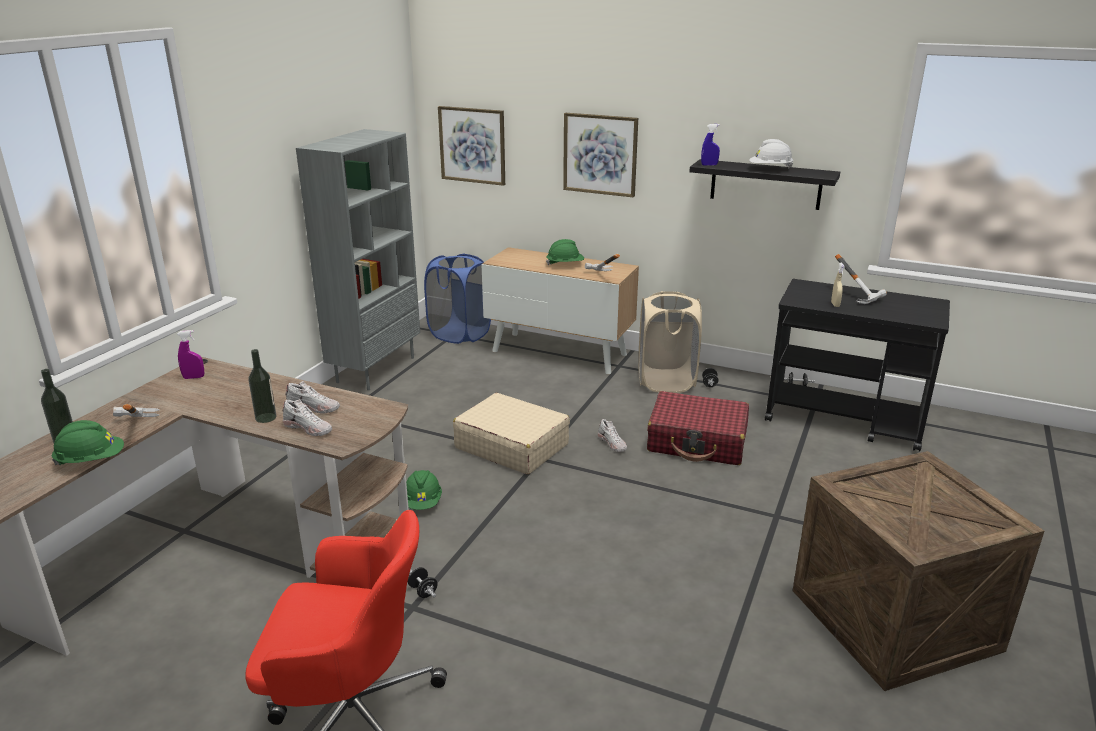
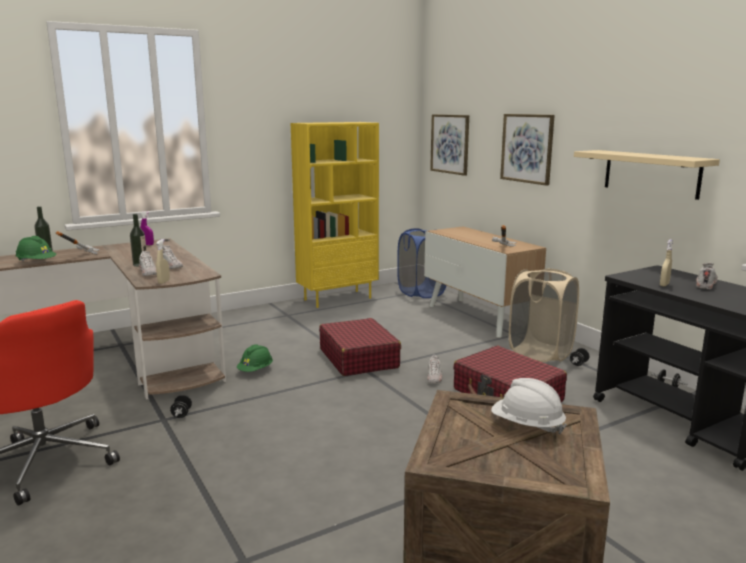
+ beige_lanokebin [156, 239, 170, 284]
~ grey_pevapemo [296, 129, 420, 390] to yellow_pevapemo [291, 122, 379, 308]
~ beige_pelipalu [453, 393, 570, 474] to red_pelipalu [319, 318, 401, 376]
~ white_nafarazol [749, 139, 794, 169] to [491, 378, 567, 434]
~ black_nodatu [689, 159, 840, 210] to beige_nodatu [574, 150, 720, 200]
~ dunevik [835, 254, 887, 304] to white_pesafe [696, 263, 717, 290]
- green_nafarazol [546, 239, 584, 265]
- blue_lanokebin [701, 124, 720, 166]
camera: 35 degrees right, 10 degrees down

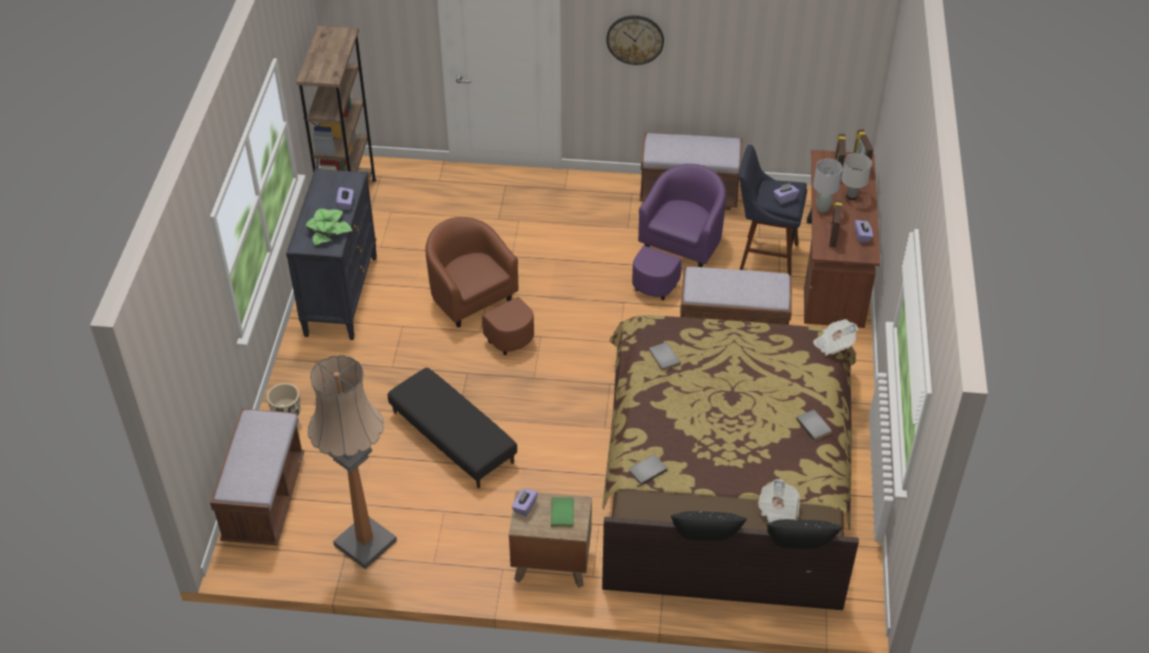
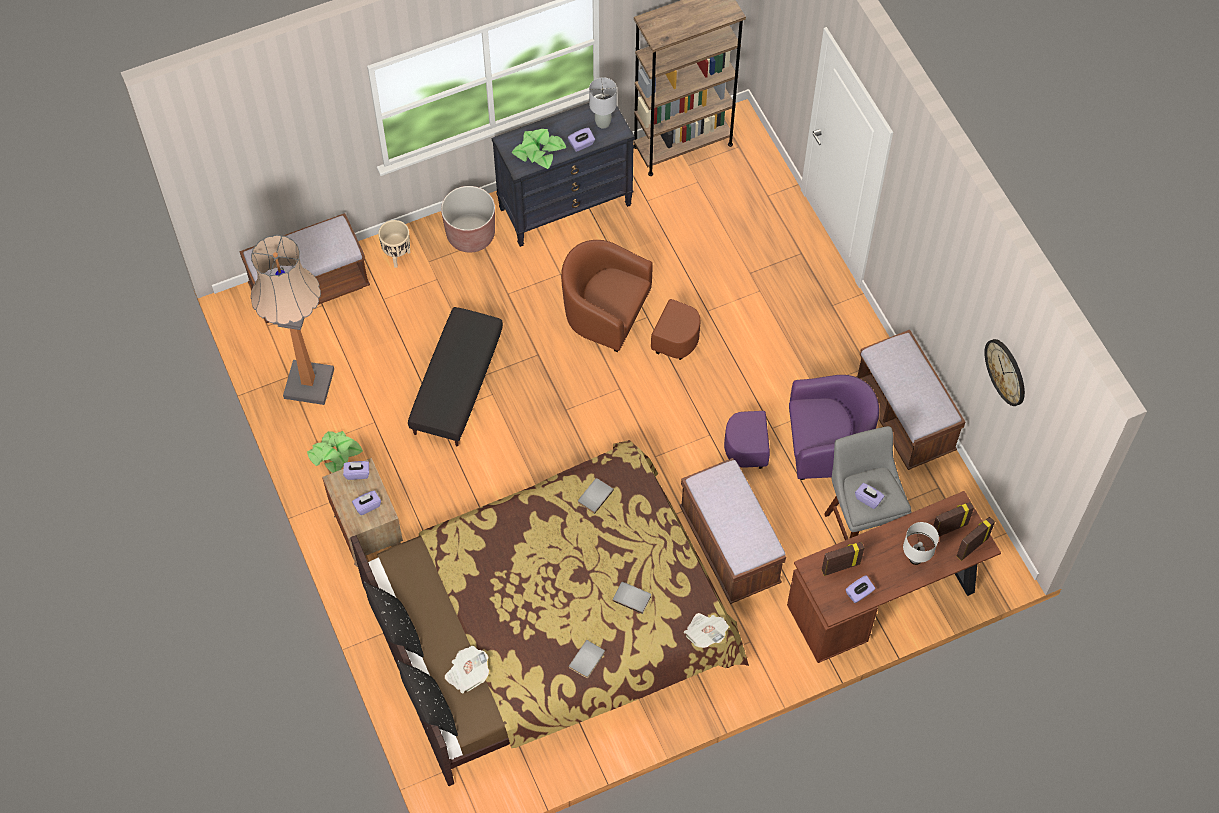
+ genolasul [307, 431, 363, 473]
~ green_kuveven [551, 497, 574, 527] to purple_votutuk [352, 490, 381, 515]
+ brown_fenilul [441, 186, 495, 253]
~ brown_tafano [425, 217, 534, 355] = [561, 240, 700, 360] 90 degrees counterclockwise
~ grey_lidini [813, 159, 843, 212] to [589, 77, 617, 129]
~ grey_kuveven [629, 455, 668, 485] to [612, 582, 651, 614]
~ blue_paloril [739, 145, 807, 276] to grey_paloril [824, 426, 912, 540]
~ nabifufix [606, 15, 664, 65] to [984, 339, 1025, 406]
camera: 60 degrees right, 15 degrees up

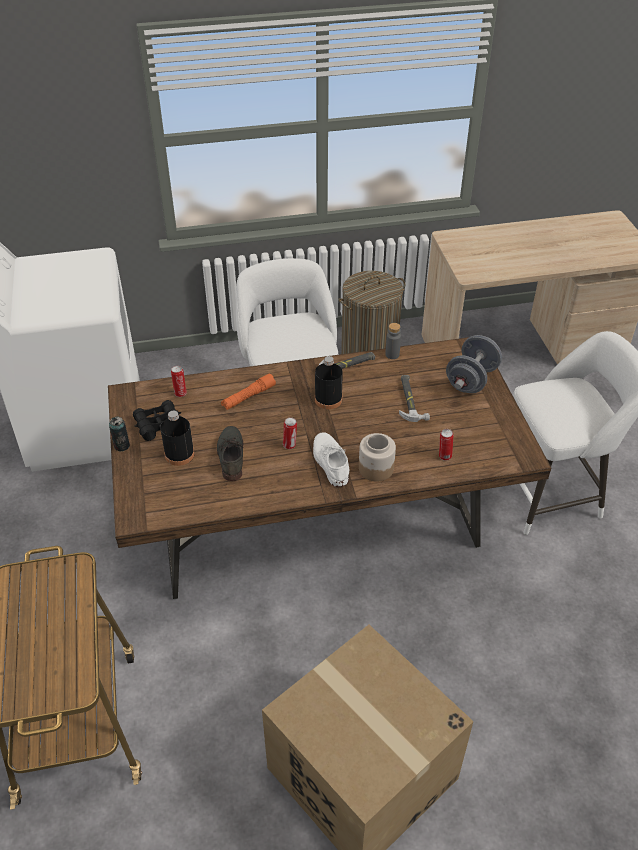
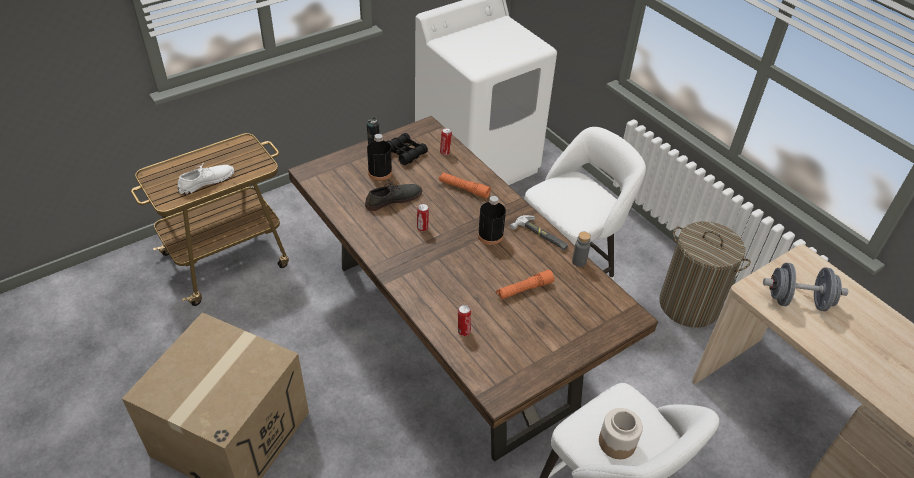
~ white_pesafe [313, 432, 349, 487] to [178, 164, 234, 195]
~ dunevik [399, 375, 430, 422] to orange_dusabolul [496, 270, 554, 299]
~ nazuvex [359, 433, 396, 482] to [599, 408, 643, 459]
~ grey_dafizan [446, 335, 502, 393] to [763, 263, 848, 311]
camera: 65 degrees right, 0 degrees up

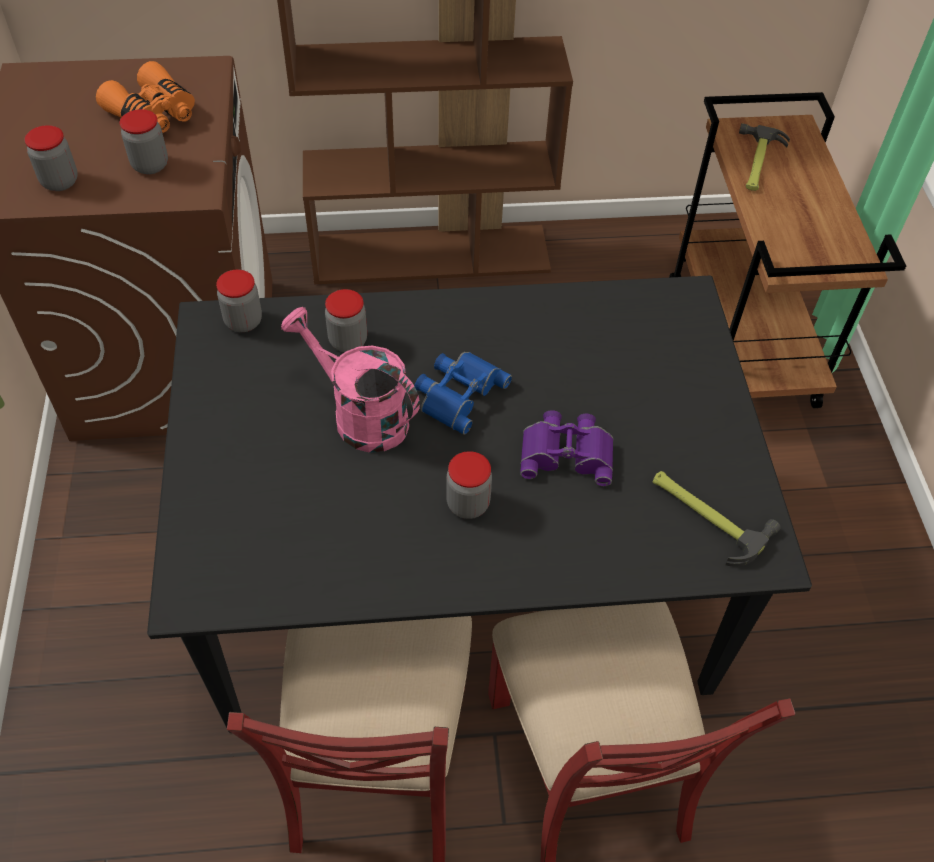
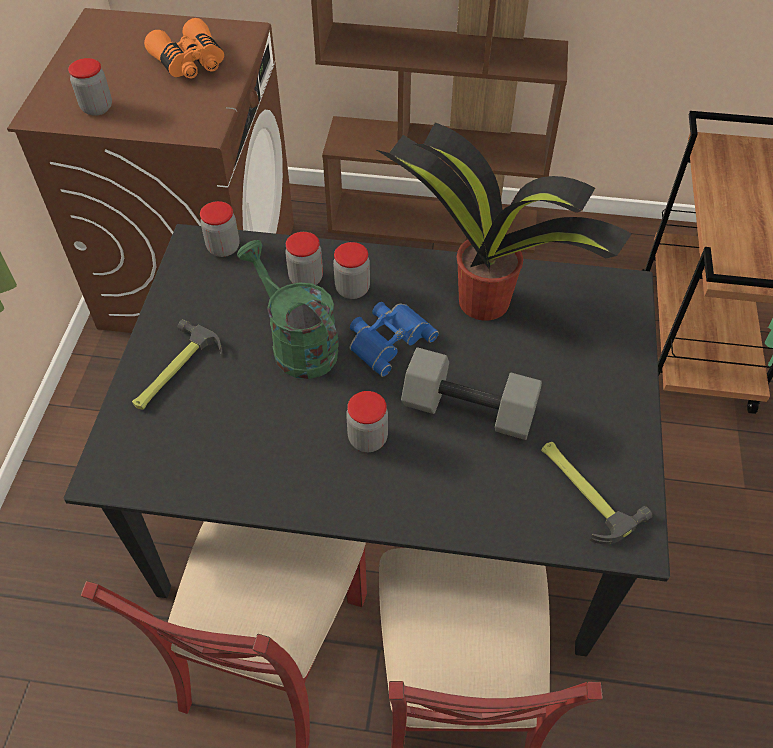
~ dunevik [739, 123, 790, 191] to [132, 319, 222, 410]
~ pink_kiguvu [281, 307, 420, 453] to green_kiguvu [237, 240, 339, 379]
~ nazuvex [120, 109, 168, 174] to [333, 242, 370, 299]
+ genolasul [377, 122, 632, 321]
~ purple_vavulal [520, 410, 613, 486] to grey_dafizan [401, 347, 542, 440]
camera: 15 degrees right, 0 degrees up

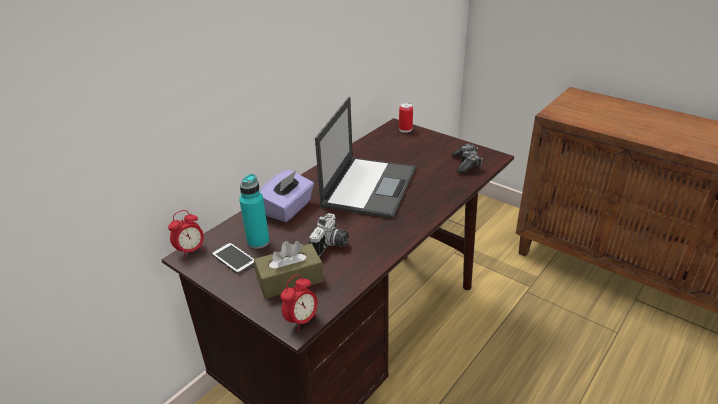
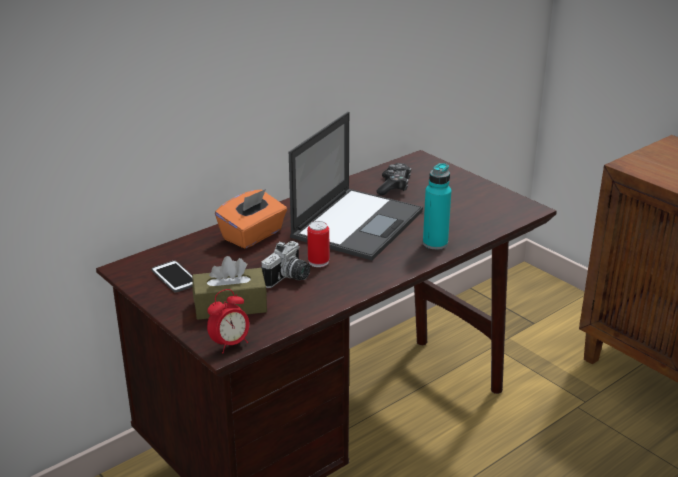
~ purple_votutuk [260, 170, 314, 222] to orange_votutuk [215, 189, 287, 249]
~ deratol [399, 103, 413, 133] to [307, 221, 329, 267]
~ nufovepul [452, 144, 482, 174] to [377, 163, 411, 196]
~ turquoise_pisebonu [239, 174, 270, 249] to [423, 163, 452, 250]
- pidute [168, 210, 205, 257]
camera: 10 degrees right, 5 degrees down

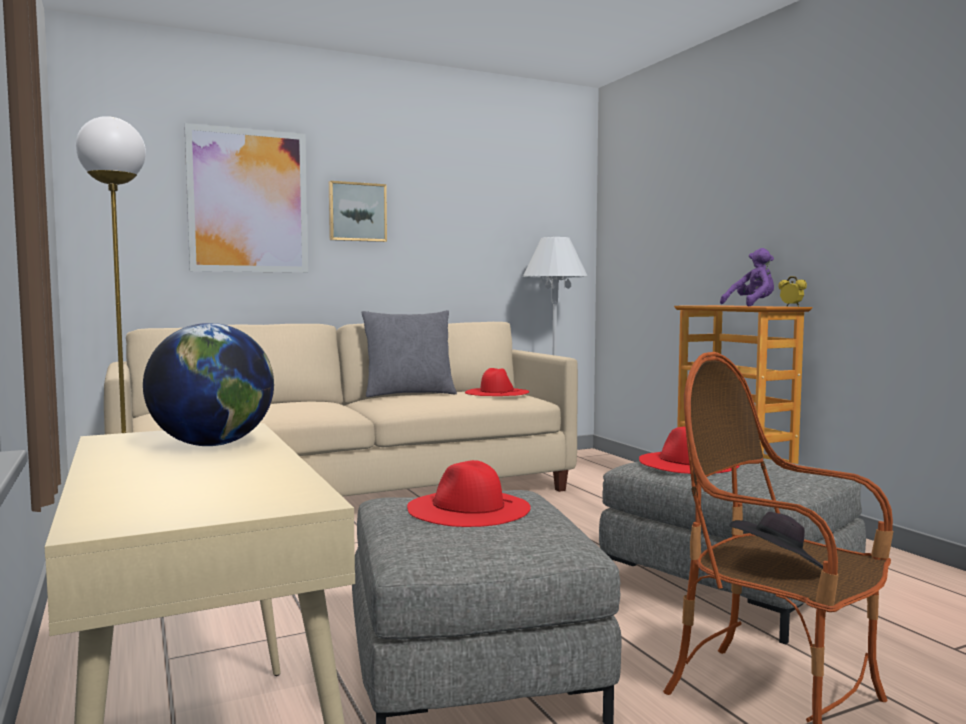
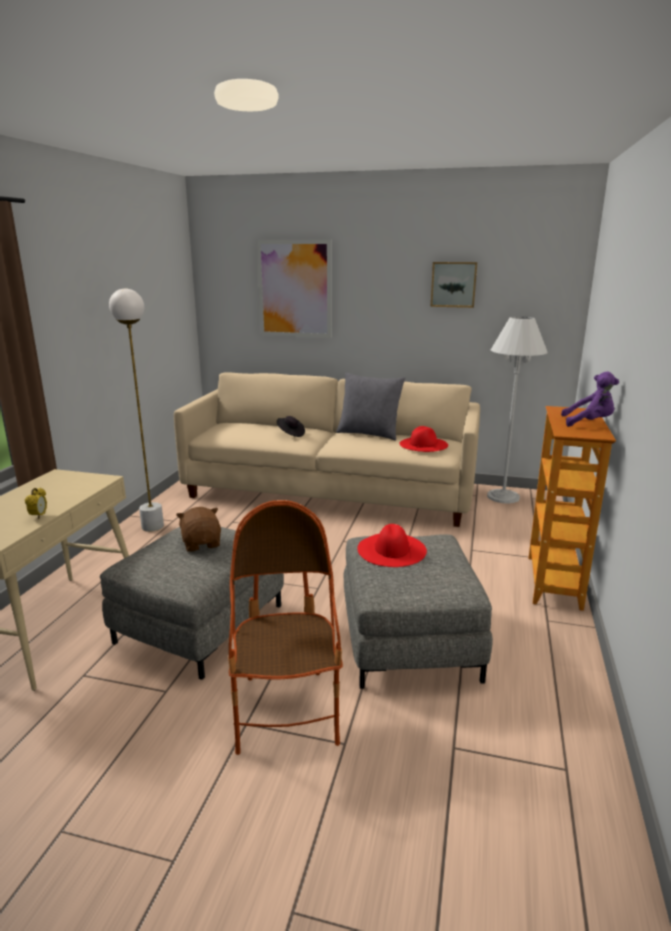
~ pidute [778, 276, 807, 307] to [25, 488, 47, 519]
~ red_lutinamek [407, 460, 531, 527] to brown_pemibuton [176, 507, 221, 552]
~ black_lutinamek [729, 512, 823, 569] to [277, 416, 305, 437]
~ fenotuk [329, 181, 387, 242] to [430, 262, 477, 308]
- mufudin [143, 323, 274, 446]
camera: 40 degrees right, 15 degrees up

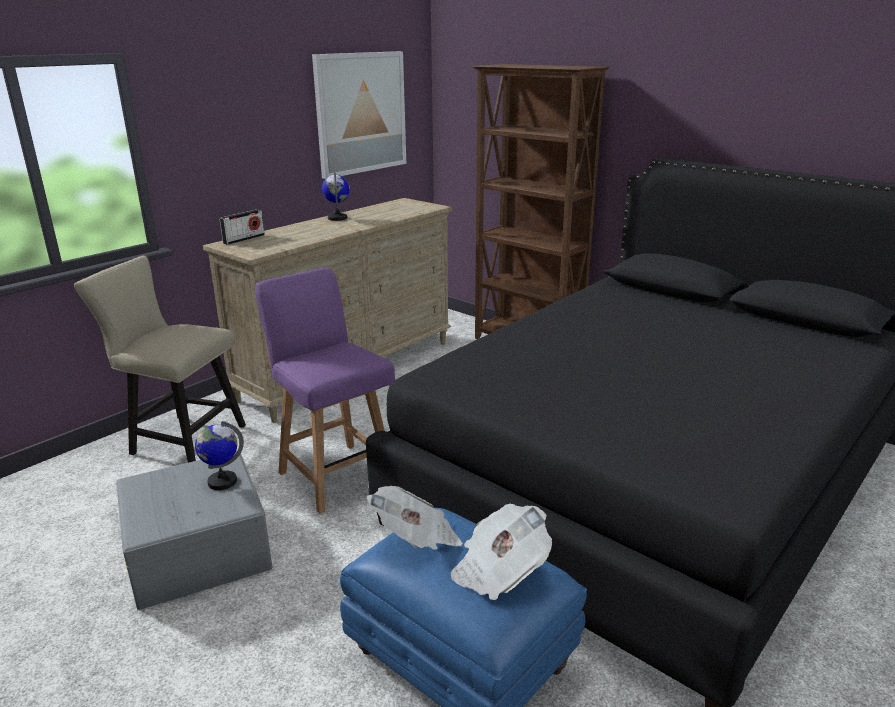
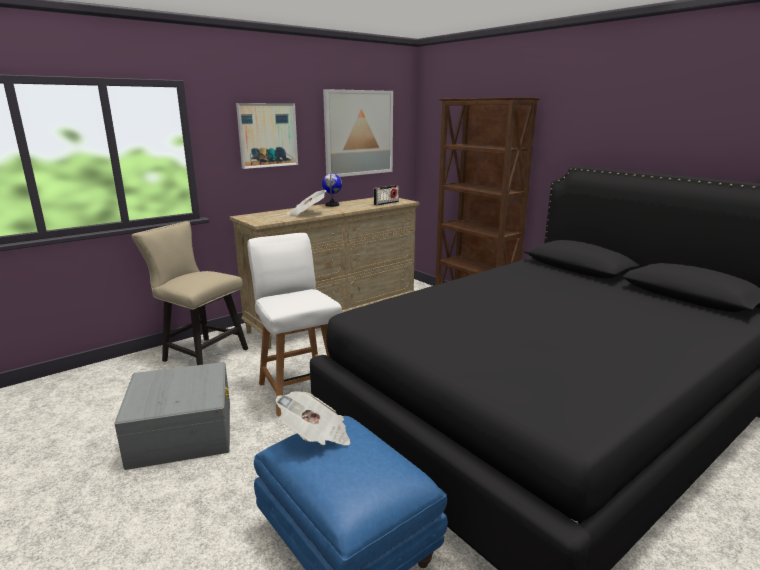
+ fenotuk [236, 103, 298, 169]
~ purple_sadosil [254, 268, 395, 514] to white_sadosil [247, 233, 342, 416]
~ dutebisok [451, 503, 552, 600] to [287, 190, 327, 215]
~ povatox [219, 209, 265, 245] to [374, 185, 399, 206]
- mufudin [195, 421, 244, 490]
camera: 10 degrees right, 5 degrees down

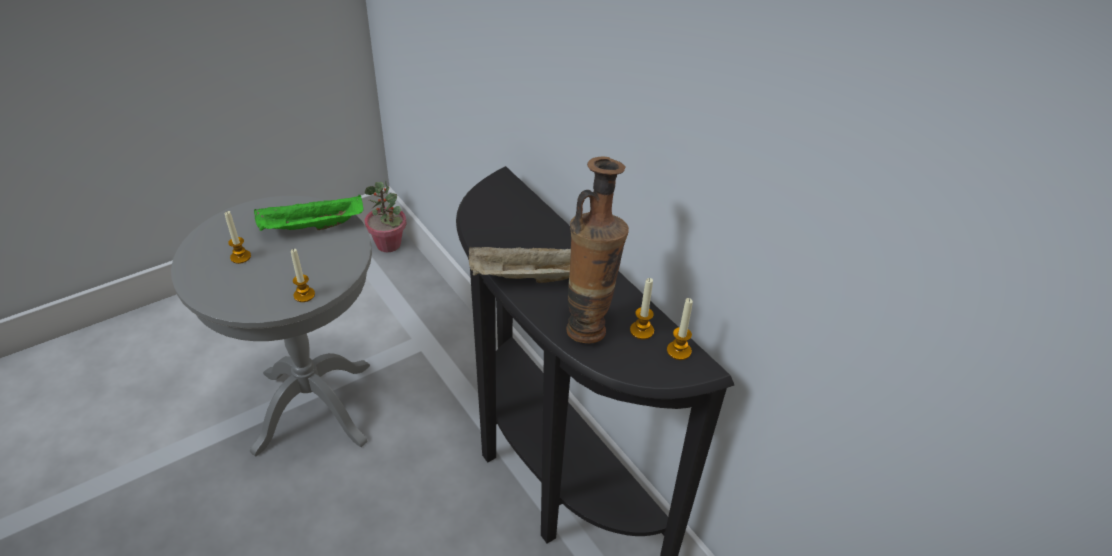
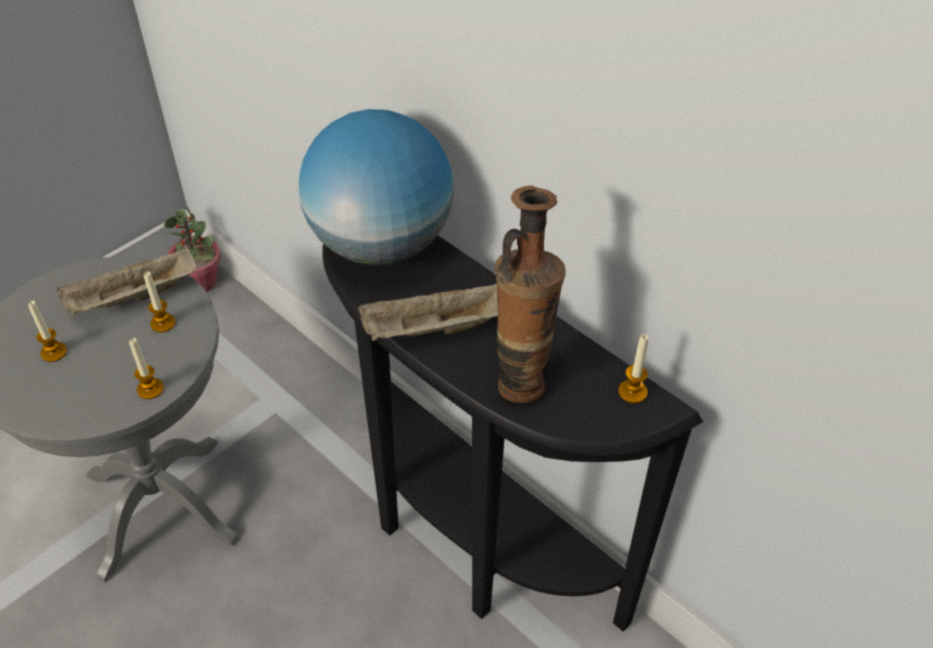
~ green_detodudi [254, 195, 363, 231] to beige_detodudi [57, 247, 196, 315]
~ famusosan [630, 278, 654, 340] to [144, 272, 175, 332]
+ mufudin [298, 109, 454, 265]
camera: 10 degrees left, 5 degrees up

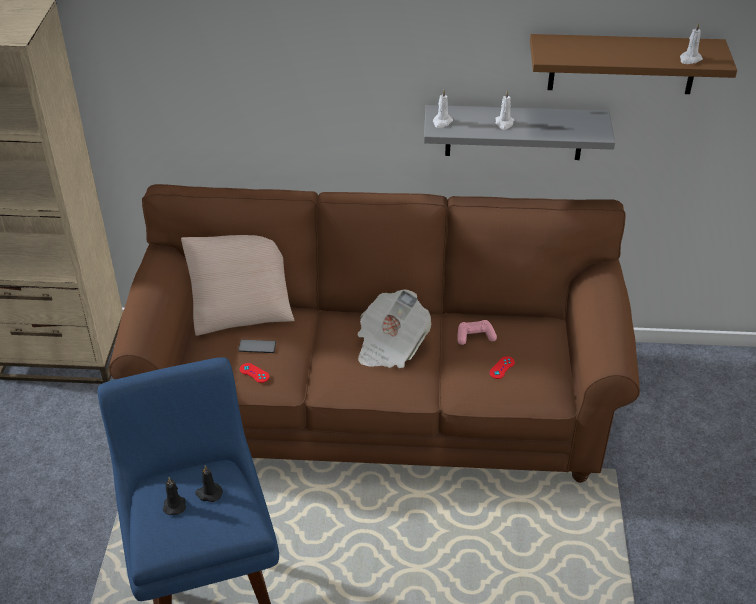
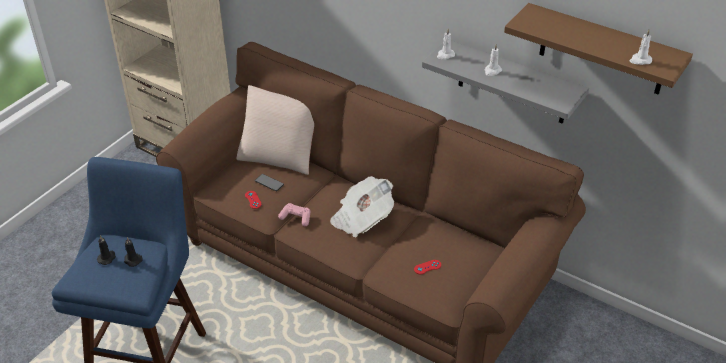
~ pink_nufovepul [457, 320, 497, 345] to [278, 203, 310, 226]
camera: 30 degrees right, 0 degrees up

